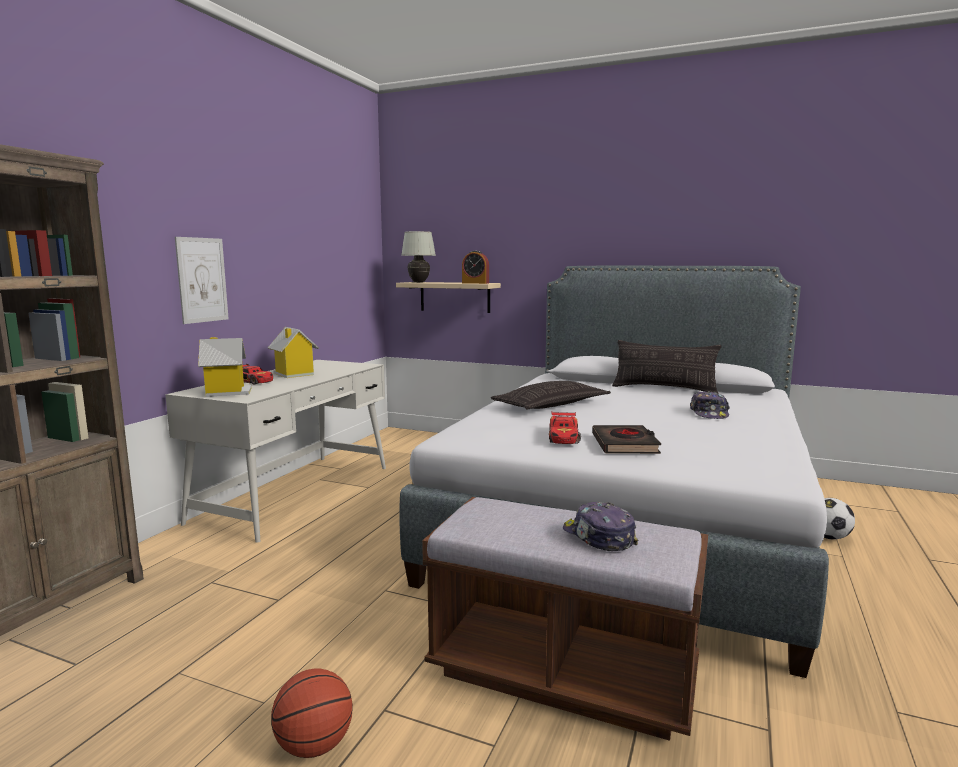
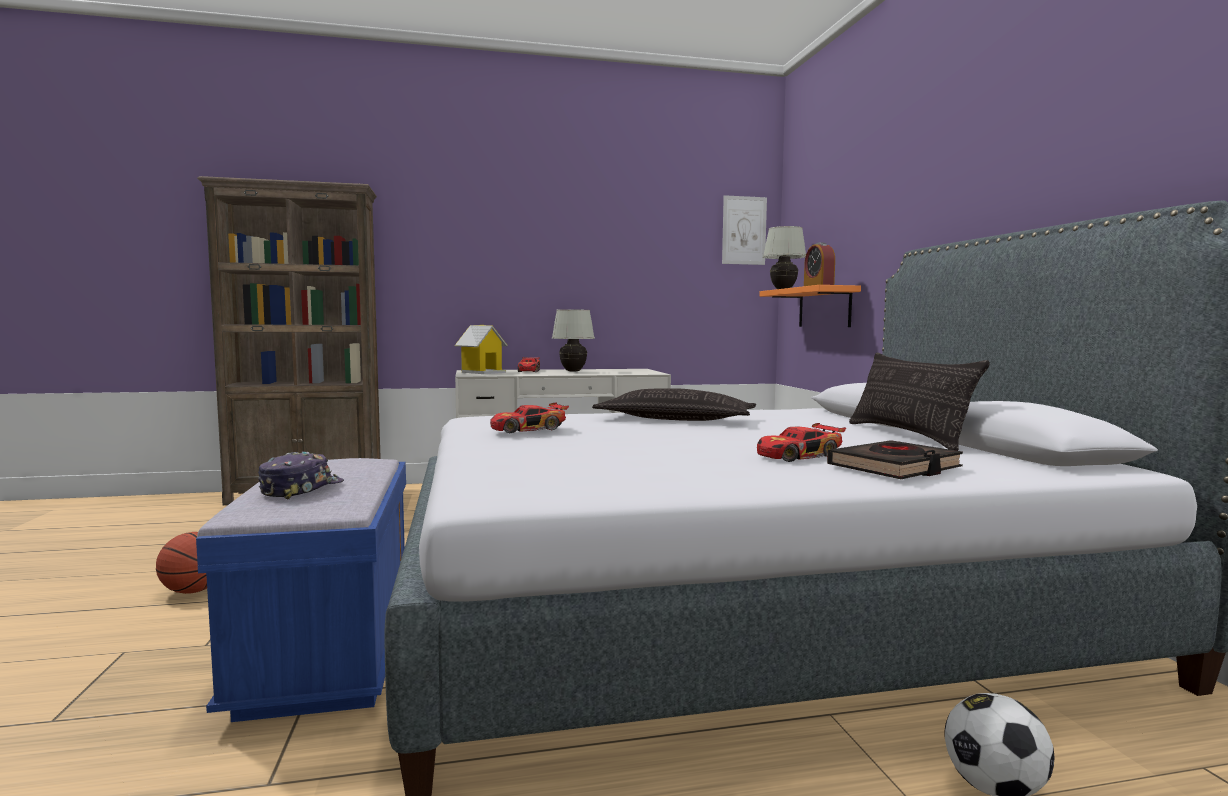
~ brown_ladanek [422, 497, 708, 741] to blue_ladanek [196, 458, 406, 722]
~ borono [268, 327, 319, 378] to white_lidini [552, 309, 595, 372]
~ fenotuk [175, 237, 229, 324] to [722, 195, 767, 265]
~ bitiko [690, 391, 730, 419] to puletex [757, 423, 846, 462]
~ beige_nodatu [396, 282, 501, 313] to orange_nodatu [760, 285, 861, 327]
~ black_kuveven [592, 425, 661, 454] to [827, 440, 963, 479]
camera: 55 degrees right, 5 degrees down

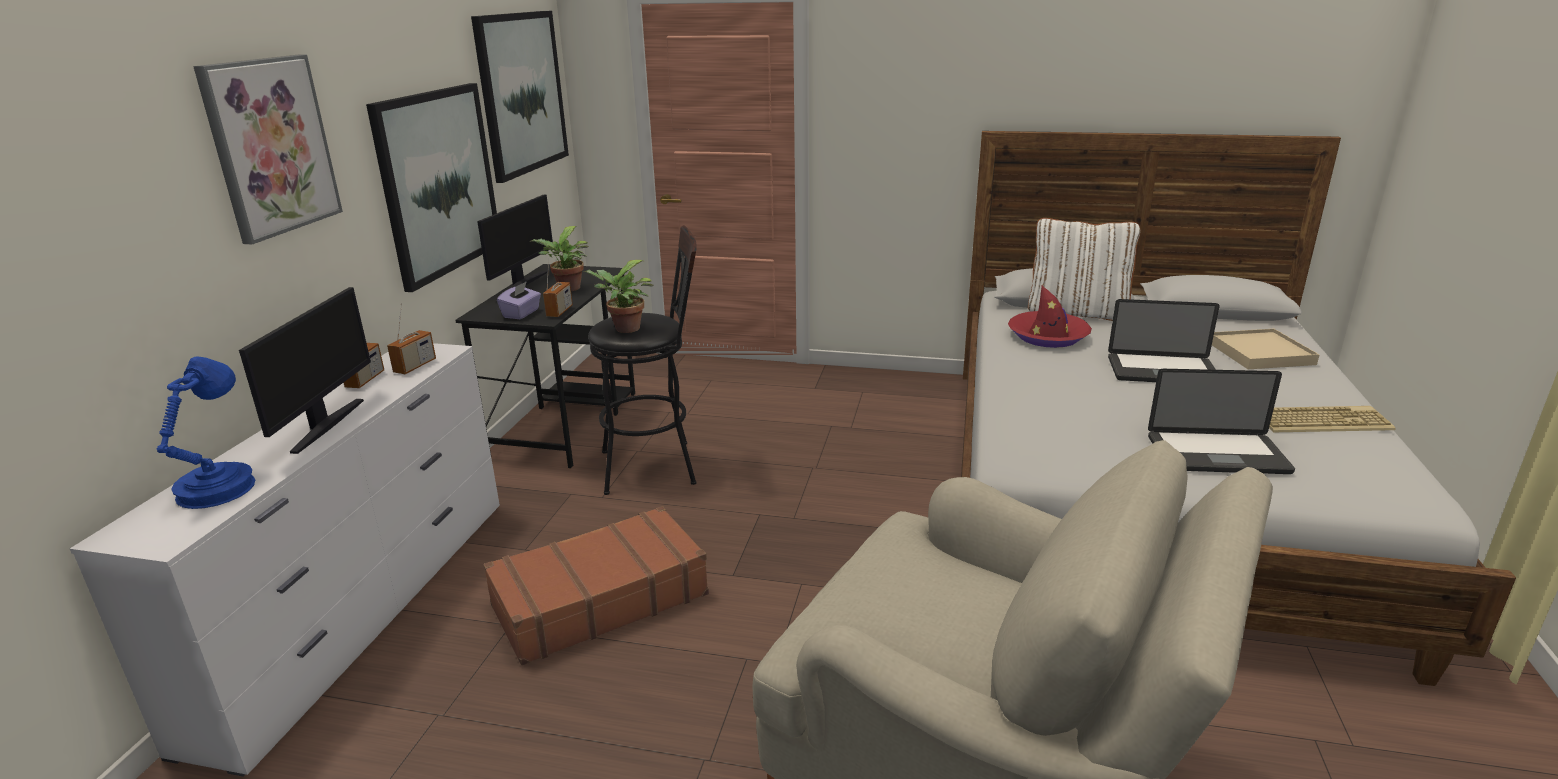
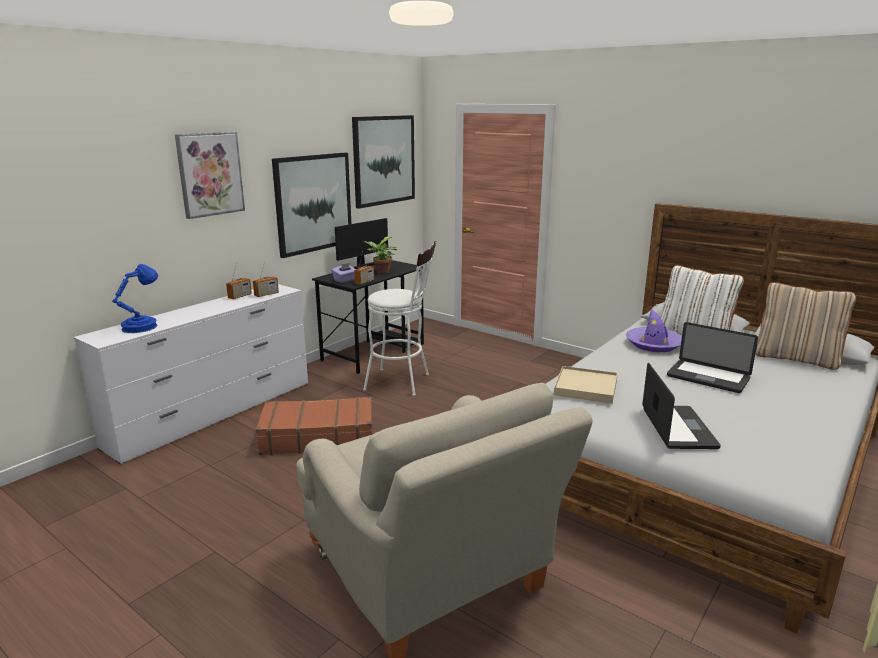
~ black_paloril [588, 225, 697, 495] to white_paloril [363, 241, 436, 396]
~ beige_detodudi [1212, 329, 1320, 369] to [554, 366, 618, 404]
~ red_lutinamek [1008, 286, 1092, 348] to purple_lutinamek [626, 308, 682, 352]
~ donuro [1148, 369, 1295, 474] = [642, 363, 721, 449] 120 degrees counterclockwise
+ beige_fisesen [756, 282, 856, 370]
- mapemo [239, 287, 371, 454]
- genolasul [584, 260, 653, 333]
- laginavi [1269, 406, 1395, 432]
camera: 25 degrees right, 5 degrees down

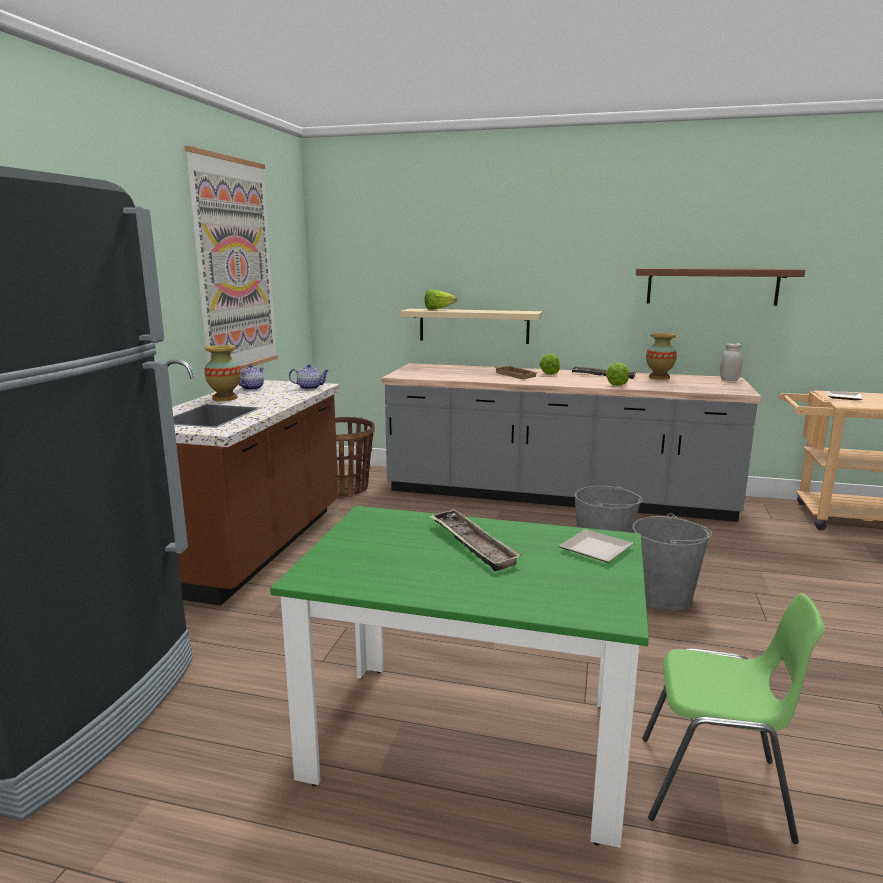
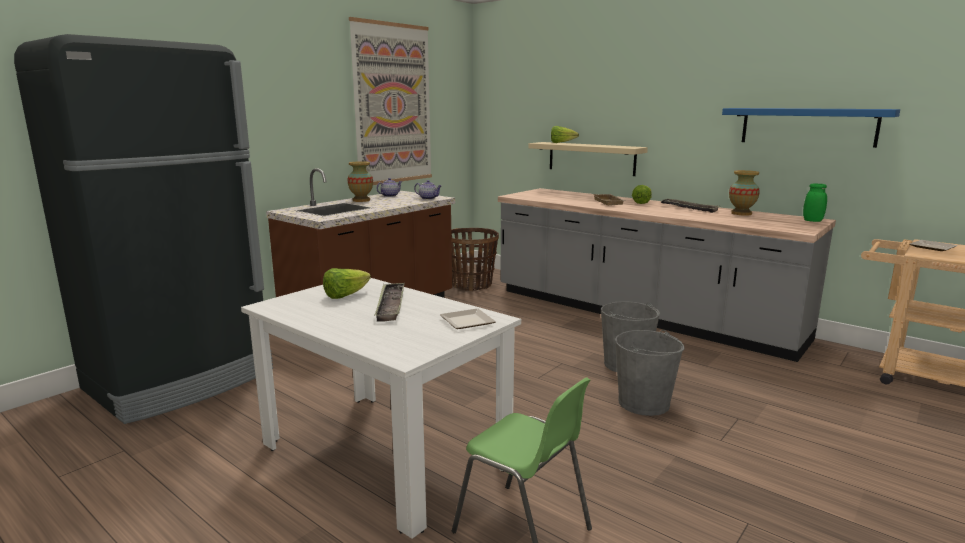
~ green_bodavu [270, 506, 649, 848] to white_bodavu [241, 278, 521, 539]
~ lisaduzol [606, 363, 629, 386] to [323, 268, 371, 299]
~ brown_nodatu [636, 268, 805, 306] to blue_nodatu [722, 108, 900, 148]
~ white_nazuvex [720, 343, 743, 381] to green_nazuvex [803, 183, 827, 222]
camera: 25 degrees right, 0 degrees up

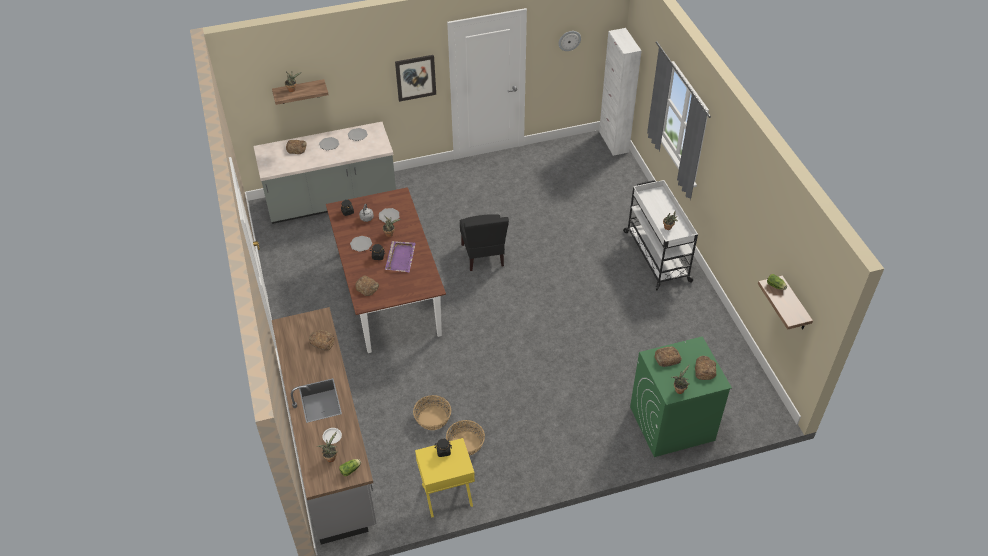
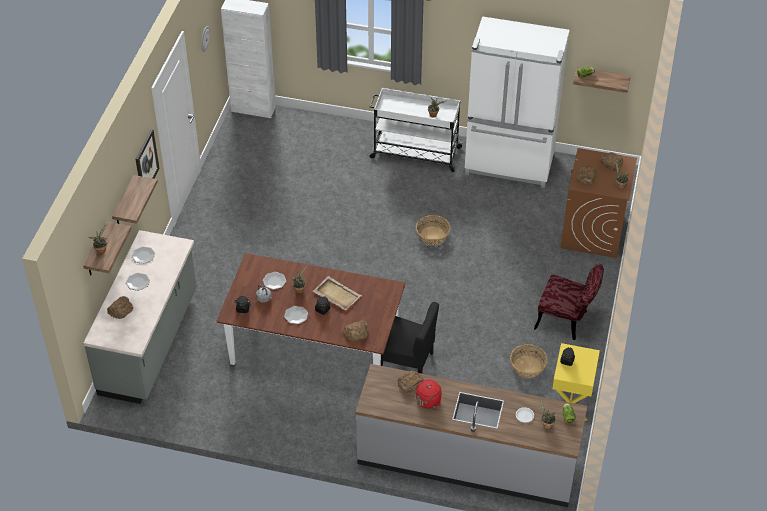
+ nodatu [112, 175, 158, 224]
~ purple_detodudi [385, 241, 416, 272] to beige_detodudi [313, 276, 362, 310]
~ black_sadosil [459, 214, 509, 271] to [381, 302, 439, 374]
+ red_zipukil [411, 379, 441, 408]
~ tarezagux [413, 395, 451, 430] to [416, 215, 450, 245]
+ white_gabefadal [465, 16, 570, 188]
+ red_sadosil [534, 264, 604, 340]
~ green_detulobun [630, 336, 732, 457] to brown_detulobun [560, 148, 637, 258]
camera: 60 degrees left, 0 degrees up

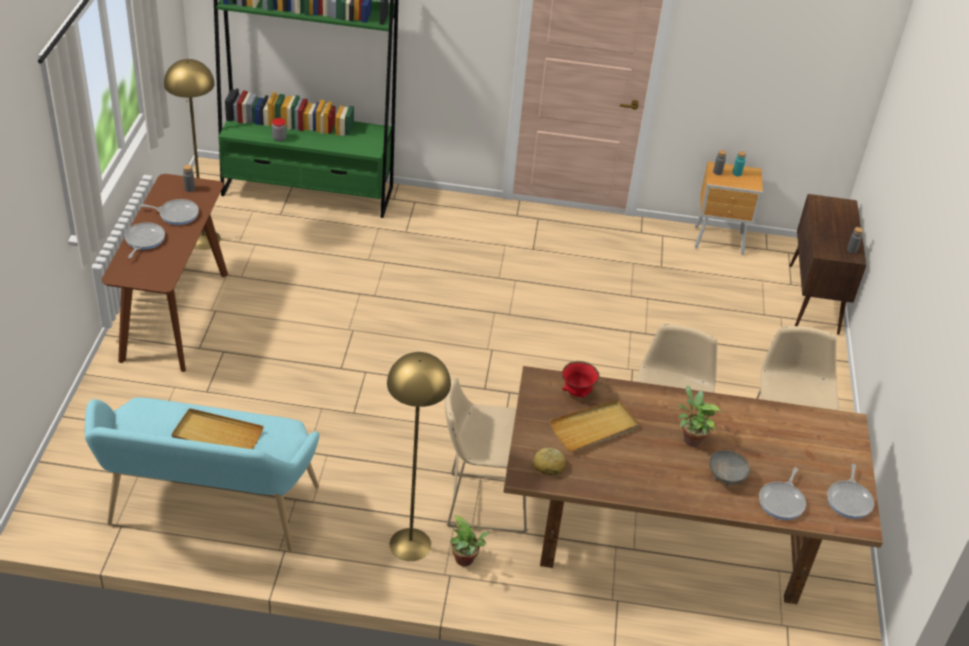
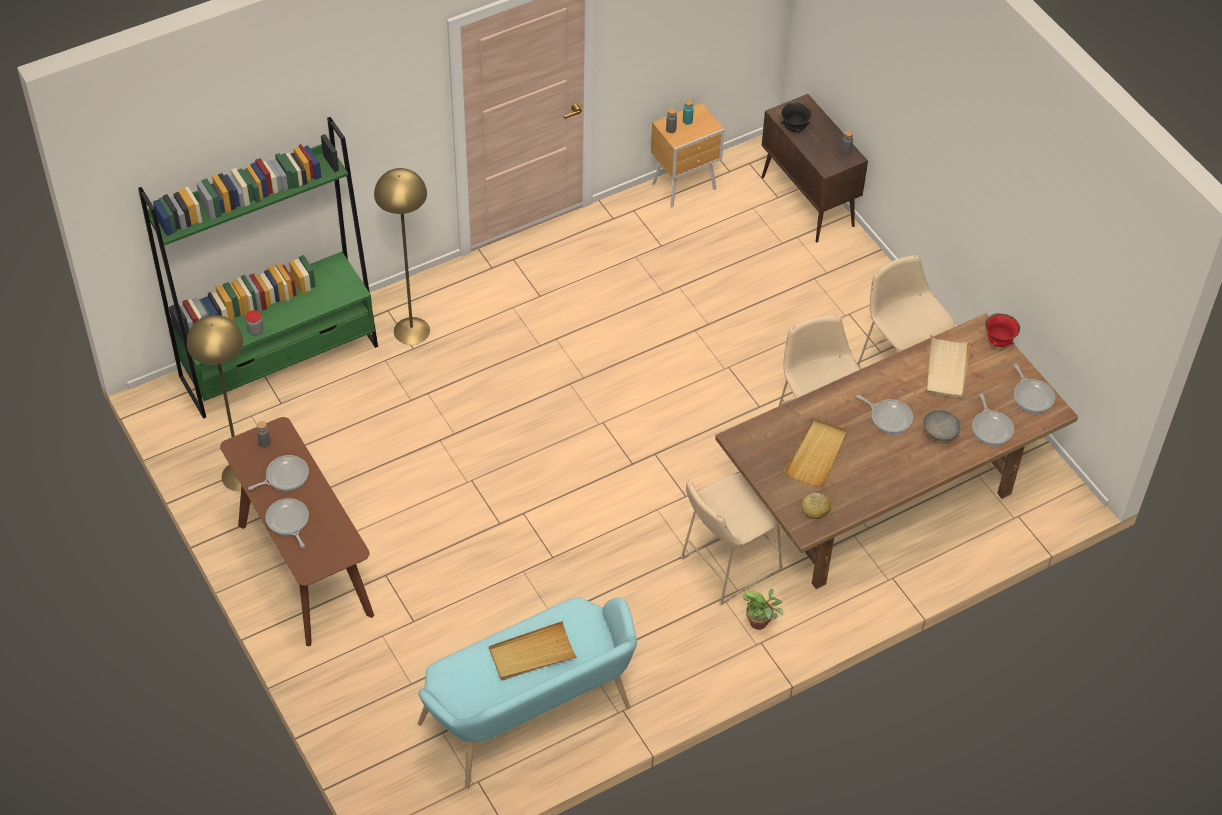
~ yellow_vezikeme [387, 352, 451, 561] to [374, 168, 430, 345]
+ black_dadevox [780, 102, 812, 133]
~ genolasul [678, 386, 721, 447] to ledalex [856, 395, 913, 434]
+ beige_detodudi [926, 335, 971, 398]
~ red_dadevox [562, 361, 599, 398] to [985, 313, 1020, 347]
camera: 35 degrees left, 10 degrees up

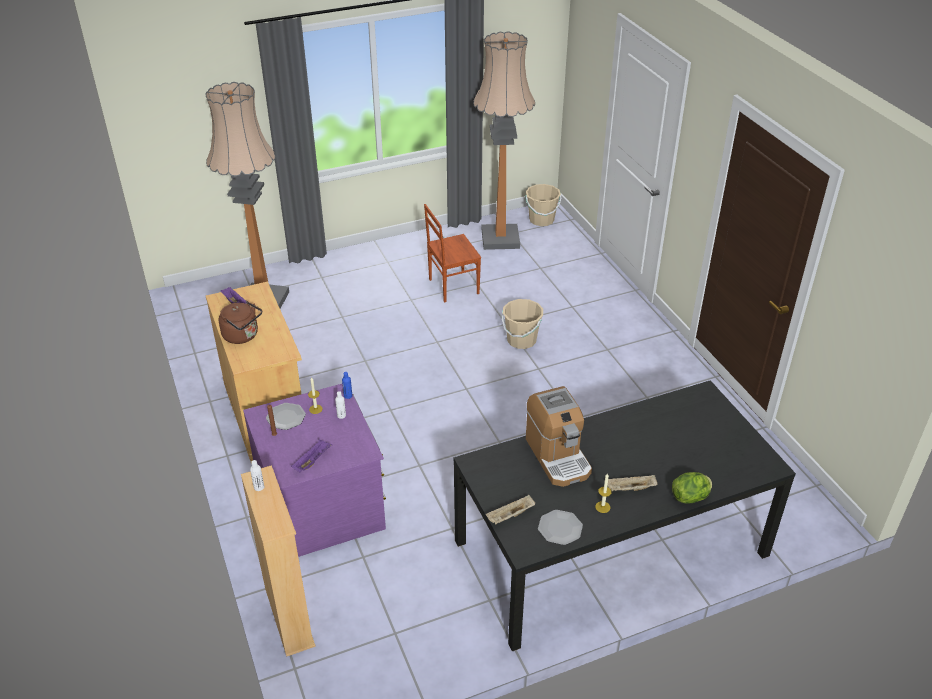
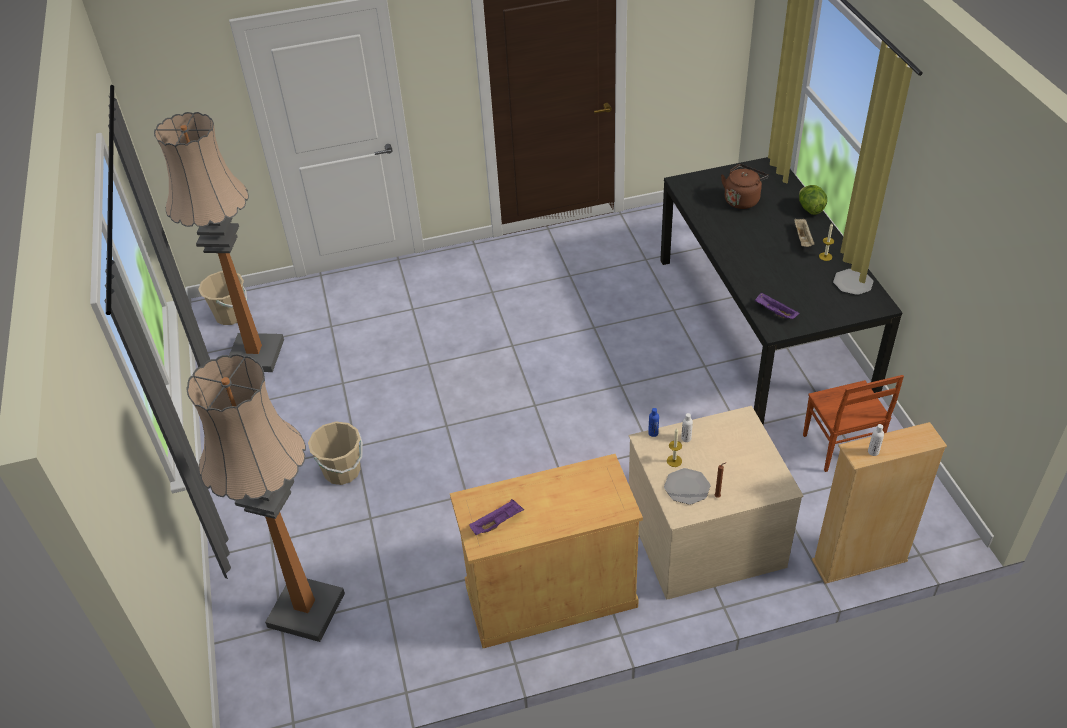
~ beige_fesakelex [502, 299, 543, 349] to [308, 421, 363, 485]
~ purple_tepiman [243, 384, 386, 557] to beige_tepiman [629, 406, 803, 599]
~ brown_zipukil [219, 301, 262, 344] to [721, 164, 768, 209]
~ purple_detodudi [291, 439, 332, 472] to [755, 292, 800, 319]
~ brown_sadosil [424, 204, 481, 303] to [803, 375, 904, 472]
- beige_detodudi [486, 495, 535, 525]
- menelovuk [526, 386, 592, 487]
camera: 80 degrees left, 5 degrees up

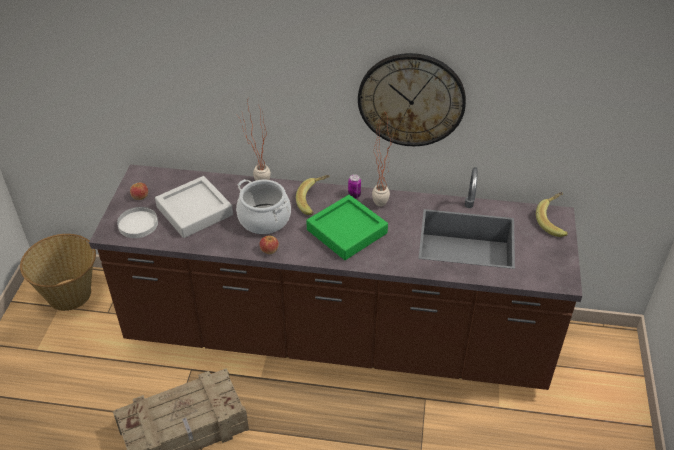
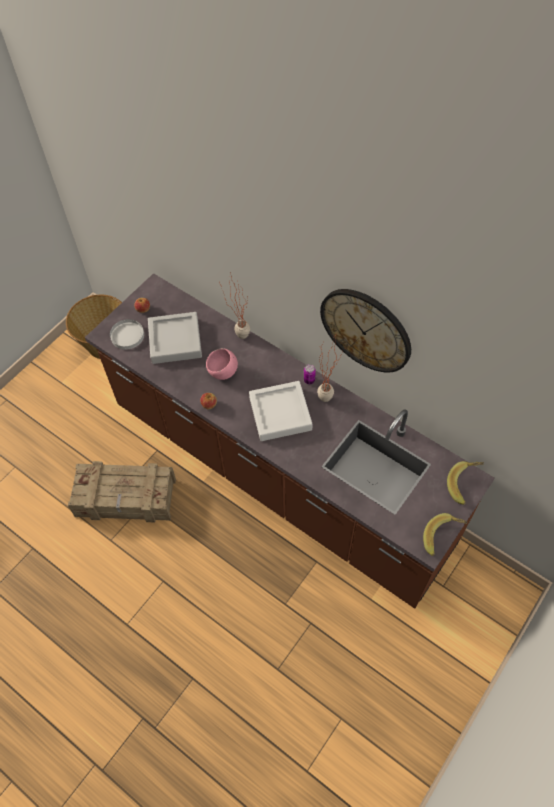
~ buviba [236, 179, 291, 234] to pink_dadevox [206, 348, 238, 380]
~ green_detodudi [306, 195, 388, 260] to white_detodudi [249, 381, 313, 441]
~ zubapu [296, 175, 330, 215] to [423, 513, 468, 556]
camera: 30 degrees right, 15 degrees up

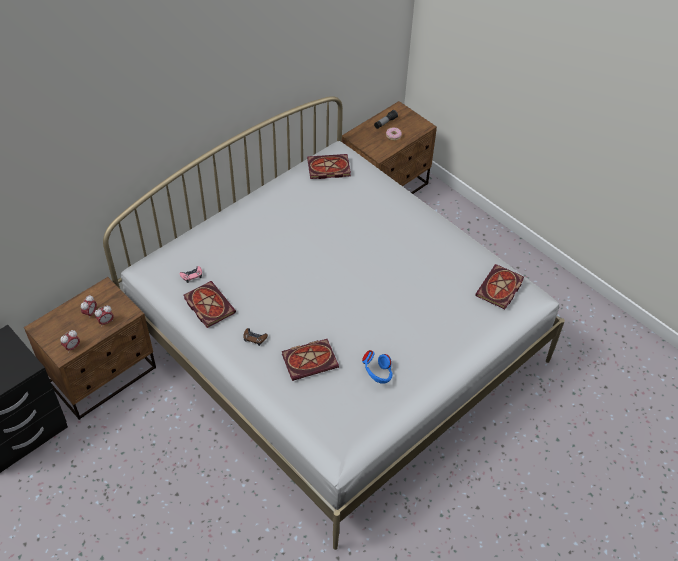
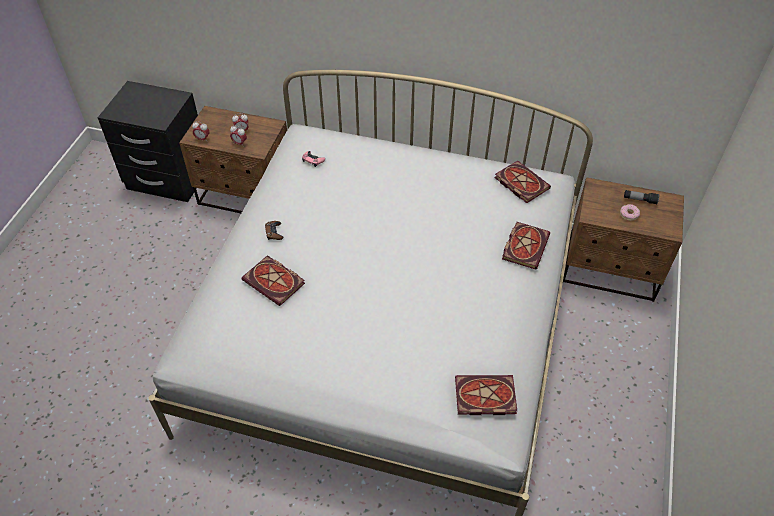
~ kuveven [183, 281, 236, 328] to [502, 222, 551, 270]
- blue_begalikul [362, 350, 392, 384]
camera: 60 degrees right, 0 degrees up

